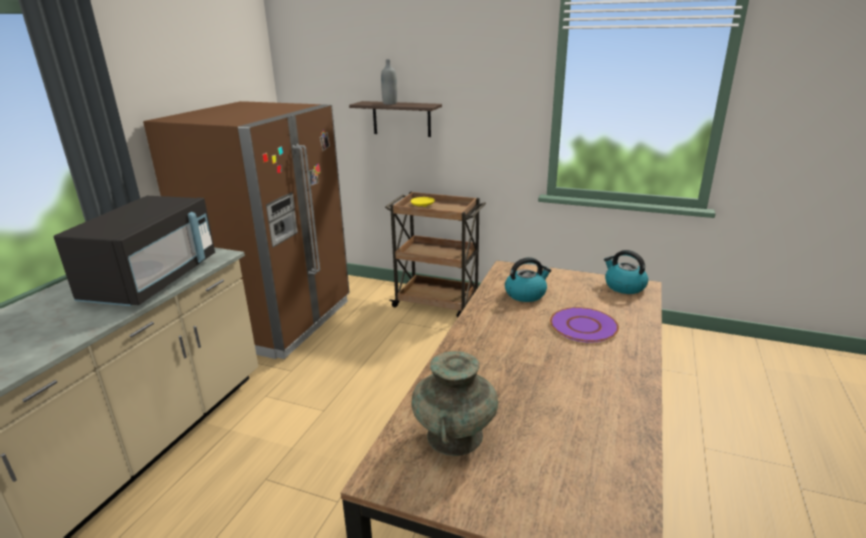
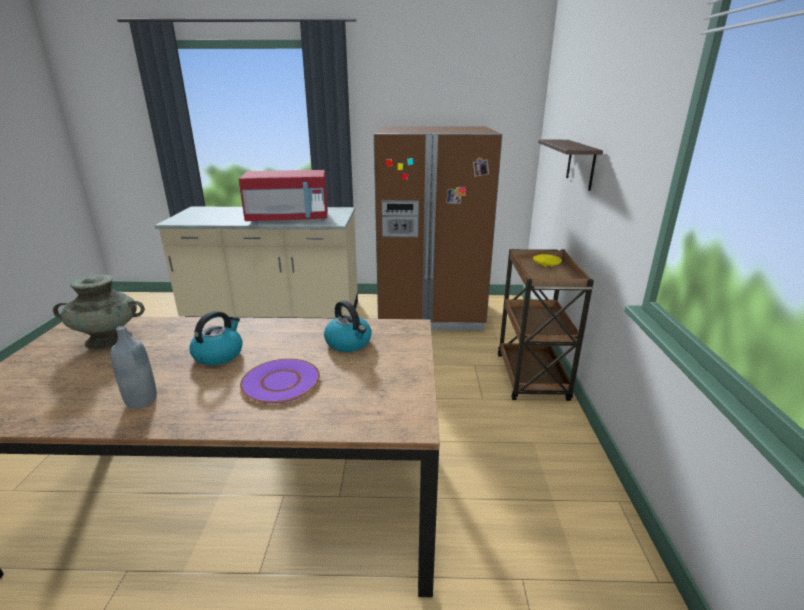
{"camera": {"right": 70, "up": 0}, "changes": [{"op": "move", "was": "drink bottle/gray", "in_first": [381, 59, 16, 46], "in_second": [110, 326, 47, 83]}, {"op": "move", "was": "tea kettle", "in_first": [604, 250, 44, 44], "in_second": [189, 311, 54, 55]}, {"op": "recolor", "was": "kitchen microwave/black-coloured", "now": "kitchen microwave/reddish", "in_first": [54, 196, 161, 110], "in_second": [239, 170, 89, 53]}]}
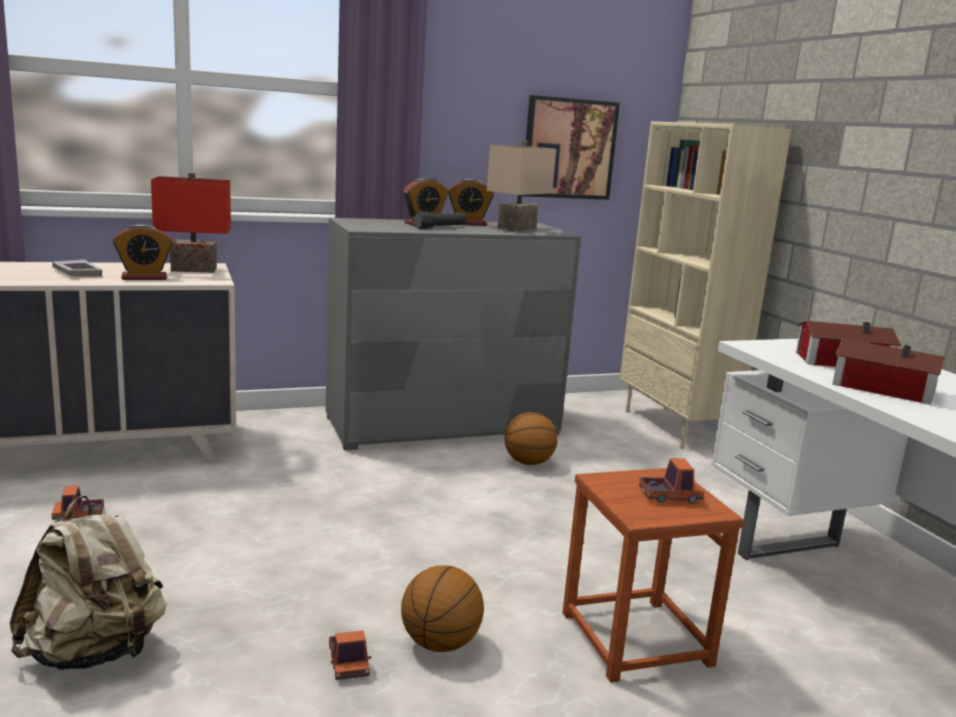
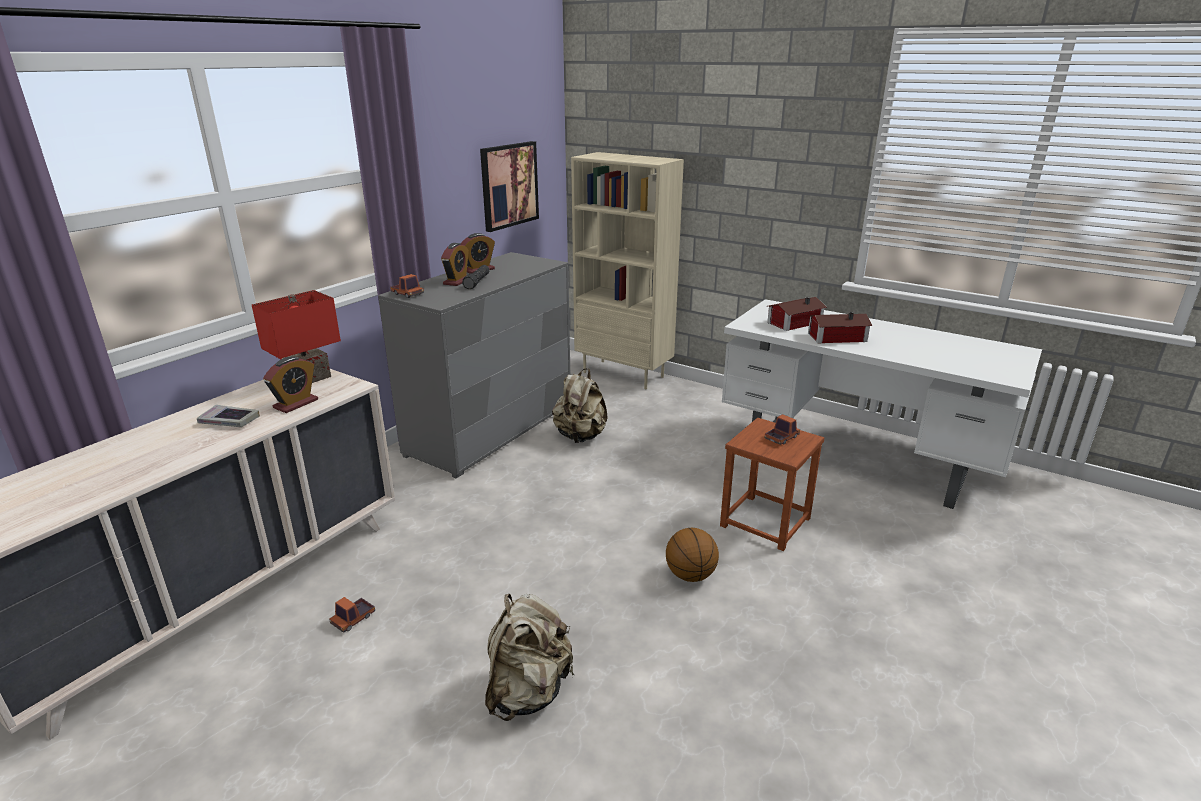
{"camera": {"right": -35, "up": 10}, "changes": [{"op": "move", "was": "toy lorry", "in_first": [329, 630, 42, 50], "in_second": [390, 274, 34, 24]}, {"op": "replace", "was": "basketball ball", "now": "rucksack/beige-coloured", "in_first": [504, 412, 54, 53], "in_second": [552, 368, 55, 75]}, {"op": "delete", "was": "table lamp/beige-coloured", "in_first": [487, 140, 69, 92]}]}
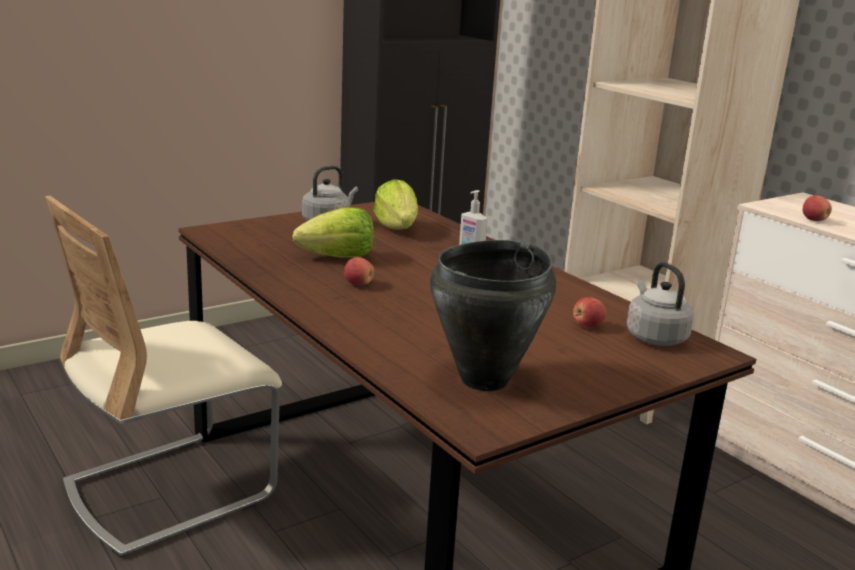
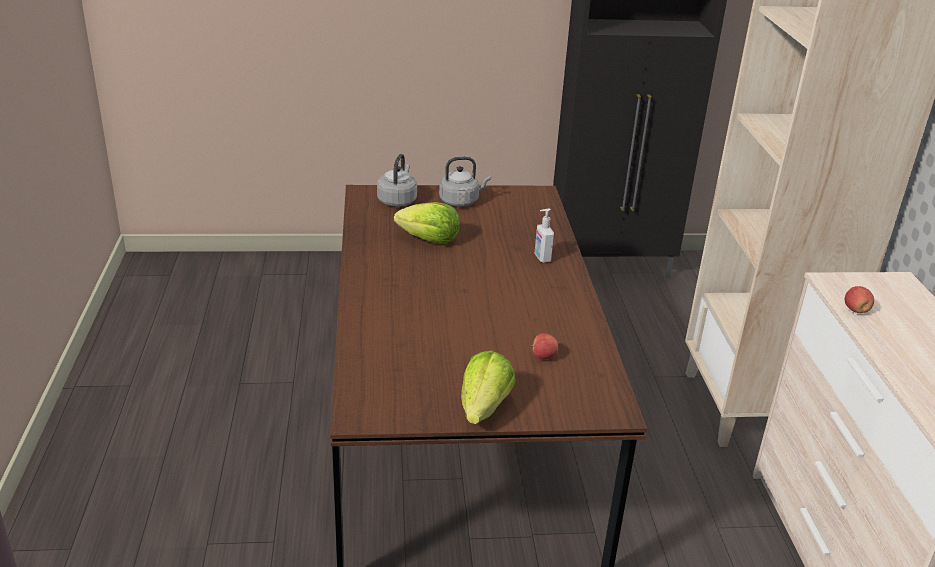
{"camera": {"right": 30, "up": 10}, "changes": [{"op": "move", "was": "tea kettle/gray", "in_first": [627, 262, 67, 84], "in_second": [377, 154, 40, 53]}, {"op": "move", "was": "head of lettuce", "in_first": [373, 179, 45, 50], "in_second": [461, 351, 55, 73]}, {"op": "delete", "was": "chair/beige-coloured", "in_first": [45, 196, 237, 362]}, {"op": "delete", "was": "apple", "in_first": [344, 257, 30, 29]}, {"op": "delete", "was": "saucepot/black-coloured", "in_first": [430, 240, 126, 151]}]}
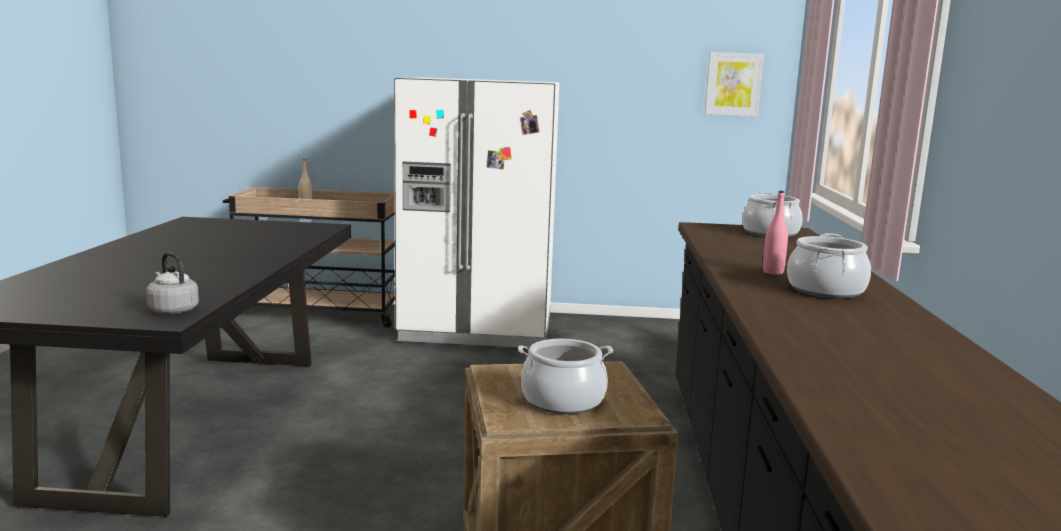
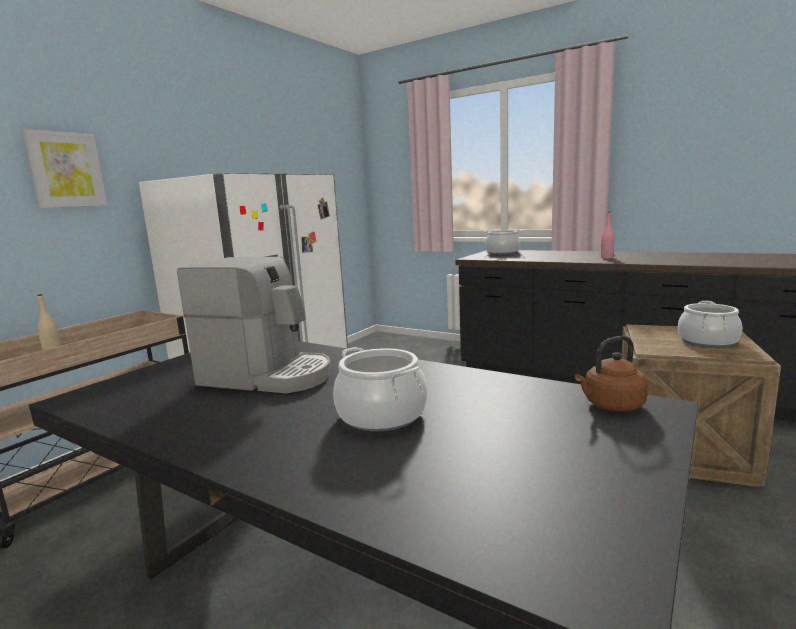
{"camera": {"right": -60, "up": 0}, "changes": [{"op": "move", "was": "picture", "in_first": [704, 52, 60, 64], "in_second": [22, 129, 85, 79]}, {"op": "insert", "now": "coffee maker", "in_second": [177, 257, 154, 136]}, {"op": "move", "was": "saucepot", "in_first": [787, 233, 84, 66], "in_second": [333, 347, 94, 84]}, {"op": "recolor", "was": "tea kettle/gray", "now": "tea kettle/brownish", "in_first": [146, 252, 53, 62], "in_second": [575, 336, 73, 75]}]}
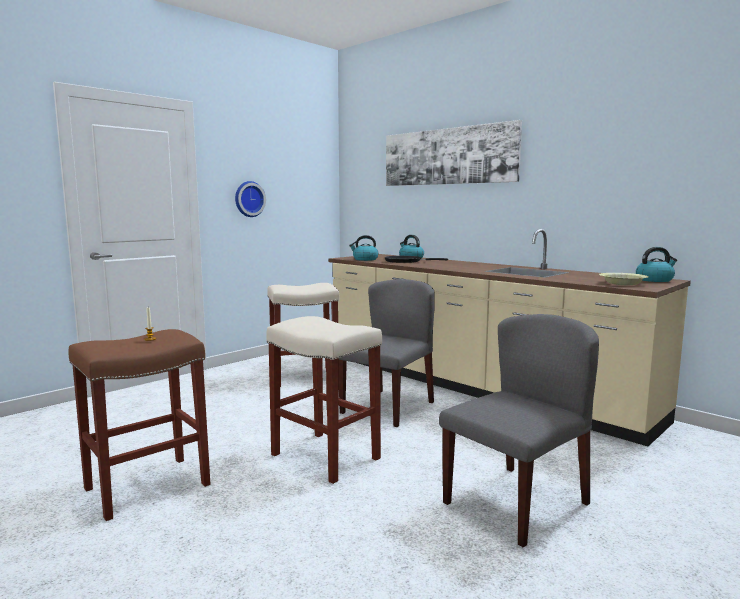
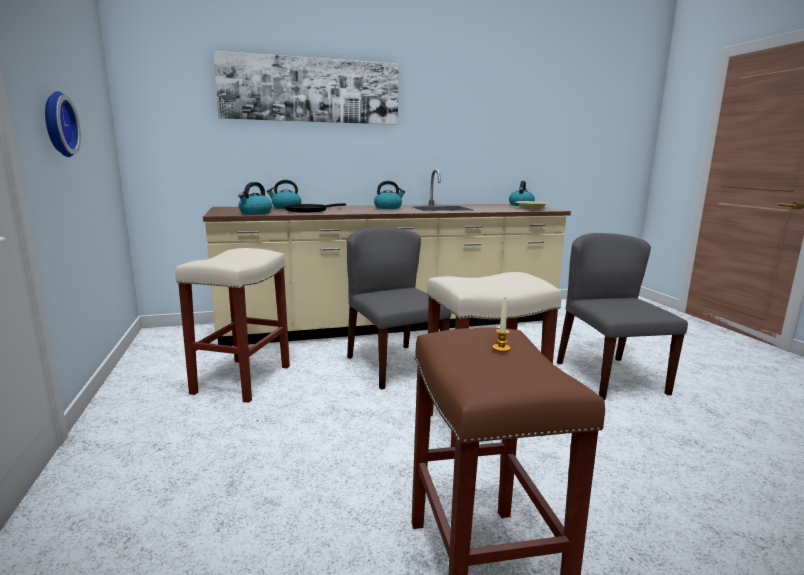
{"camera": {"right": -60, "up": 5}, "changes": [{"op": "insert", "now": "tea kettle", "in_second": [374, 181, 31, 28]}]}
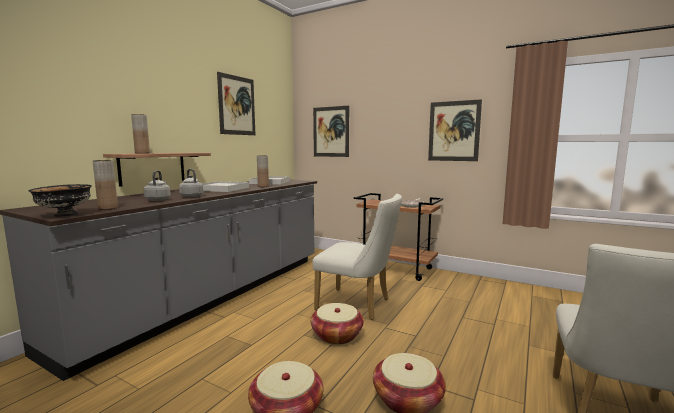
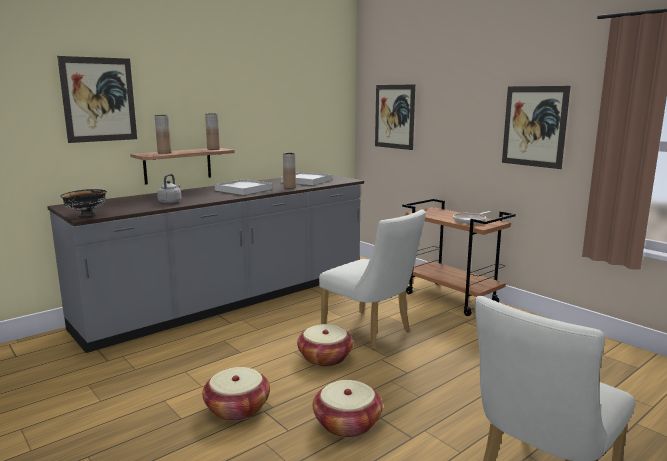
{"camera": {"right": 20, "up": 5}, "changes": [{"op": "move", "was": "picture", "in_first": [217, 72, 38, 63], "in_second": [57, 56, 80, 87]}, {"op": "move", "was": "vase/brownish", "in_first": [93, 160, 25, 50], "in_second": [205, 113, 15, 37]}, {"op": "delete", "was": "tea kettle/gray", "in_first": [179, 169, 24, 28]}]}
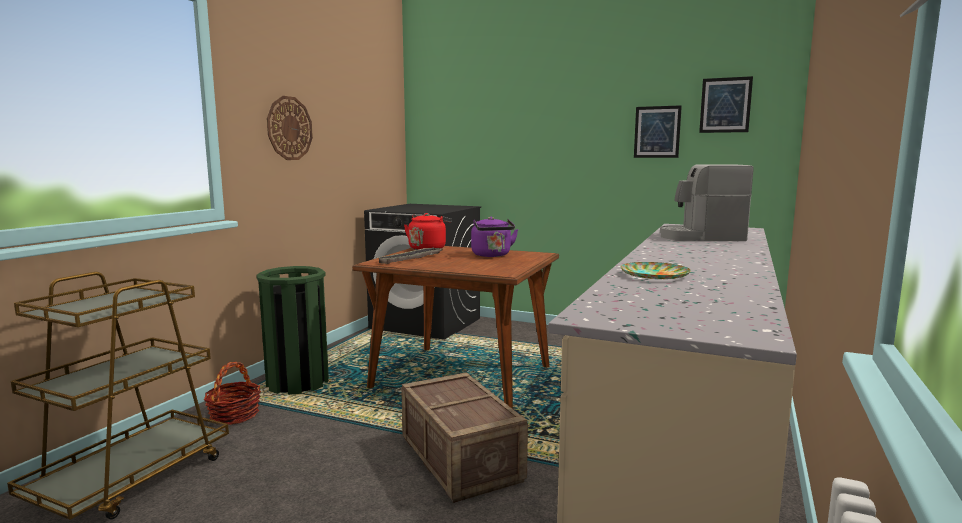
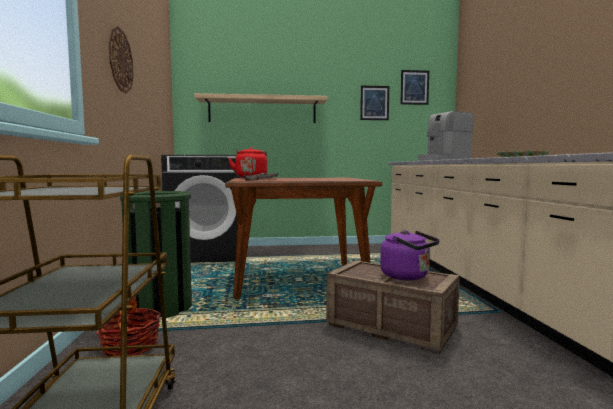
{"camera": {"right": -30, "up": -5}, "changes": [{"op": "insert", "now": "wall shelf", "in_second": [194, 93, 134, 30]}, {"op": "move", "was": "tea kettle/purple", "in_first": [471, 217, 47, 40], "in_second": [380, 230, 60, 50]}]}
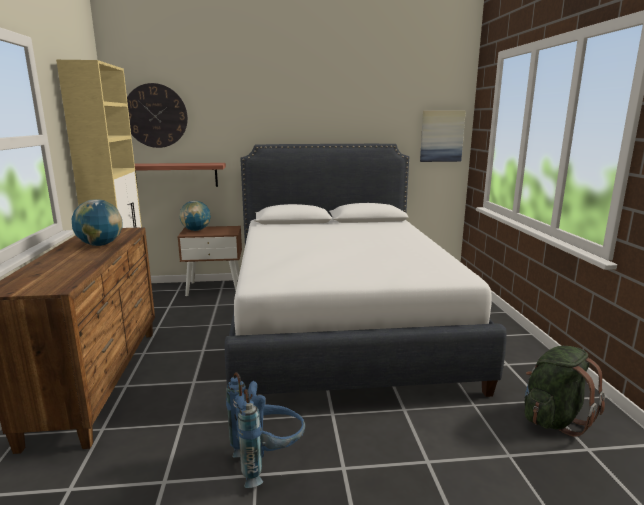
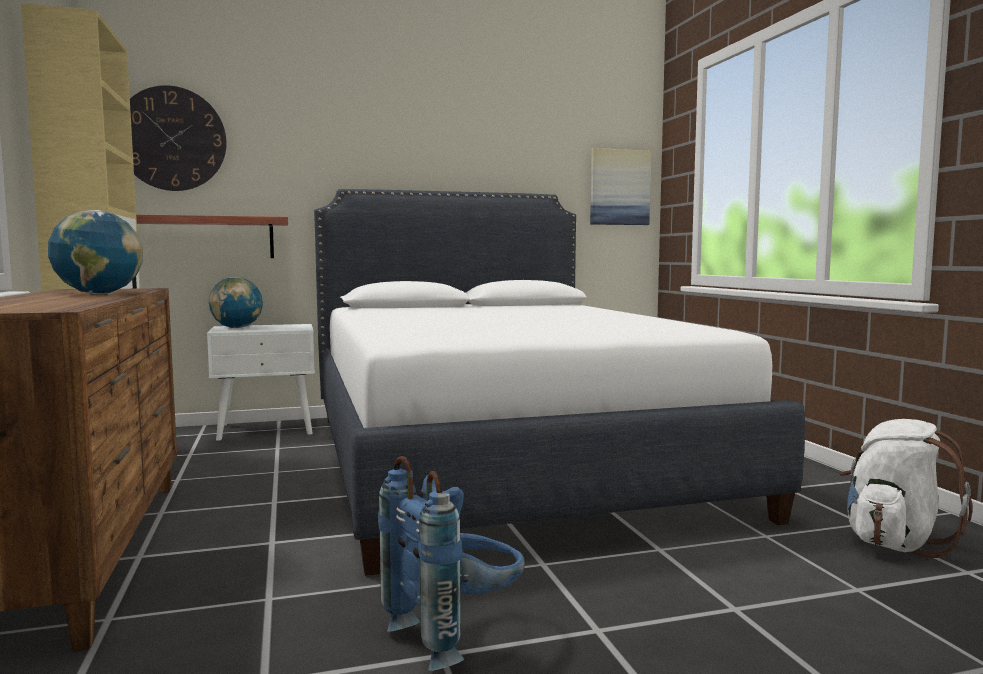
{"camera": {"right": -10, "up": -10}, "changes": [{"op": "recolor", "was": "bedside table/brownish", "now": "bedside table/whitish", "in_first": [177, 226, 65, 70], "in_second": [207, 324, 108, 117]}, {"op": "recolor", "was": "rucksack/greenish", "now": "rucksack/whitish", "in_first": [524, 346, 81, 91], "in_second": [839, 419, 134, 139]}]}
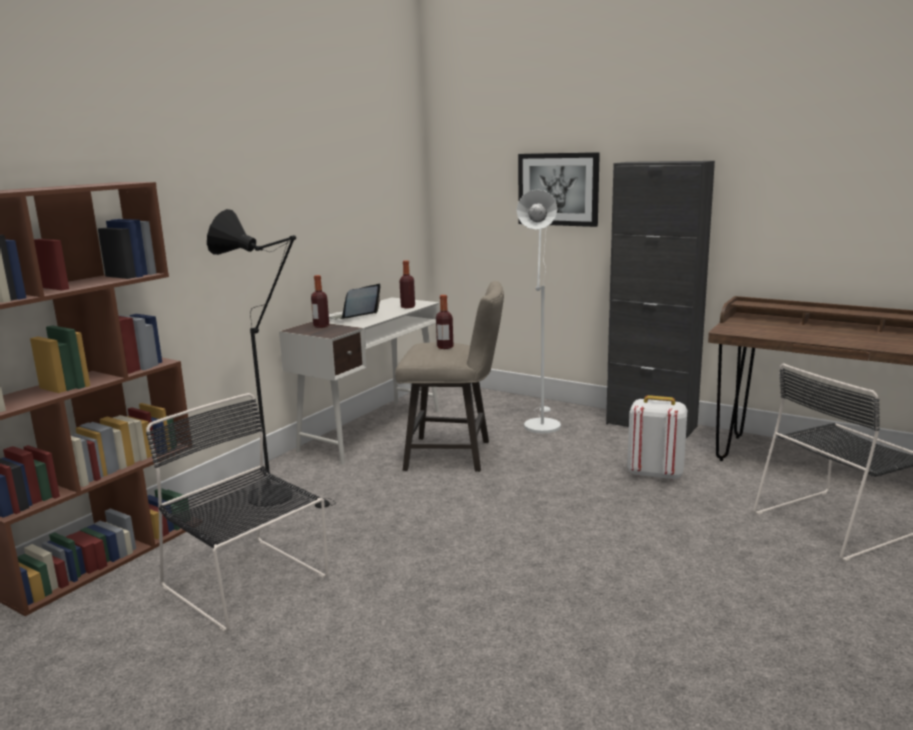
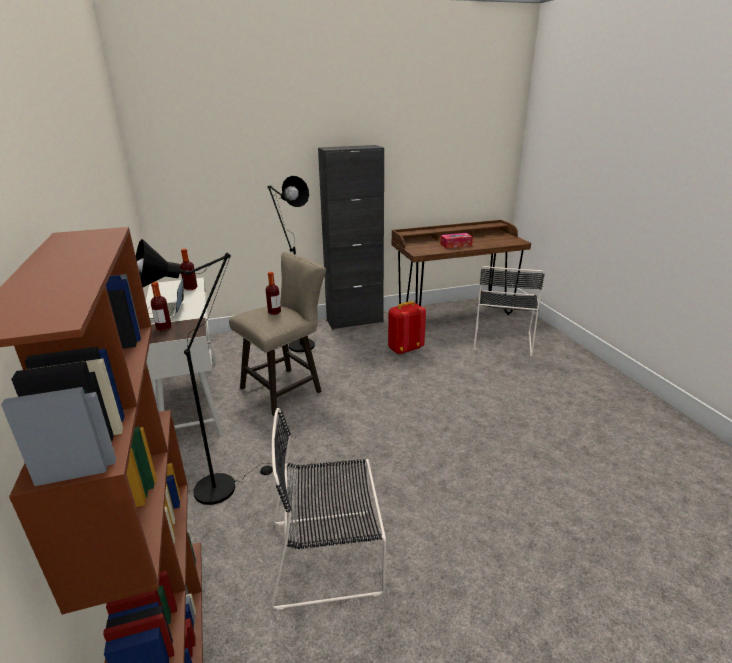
{"camera": {"right": -50, "up": 10}, "changes": [{"op": "recolor", "was": "standing lamp/whitish", "now": "standing lamp/black-coloured", "in_first": [517, 189, 44, 244], "in_second": [267, 176, 48, 176]}, {"op": "recolor", "was": "rucksack/whitish", "now": "rucksack/reddish", "in_first": [627, 395, 61, 86], "in_second": [388, 301, 38, 54]}, {"op": "insert", "now": "tissue holder", "in_second": [440, 233, 33, 15]}, {"op": "delete", "was": "picture", "in_first": [518, 152, 82, 75]}]}
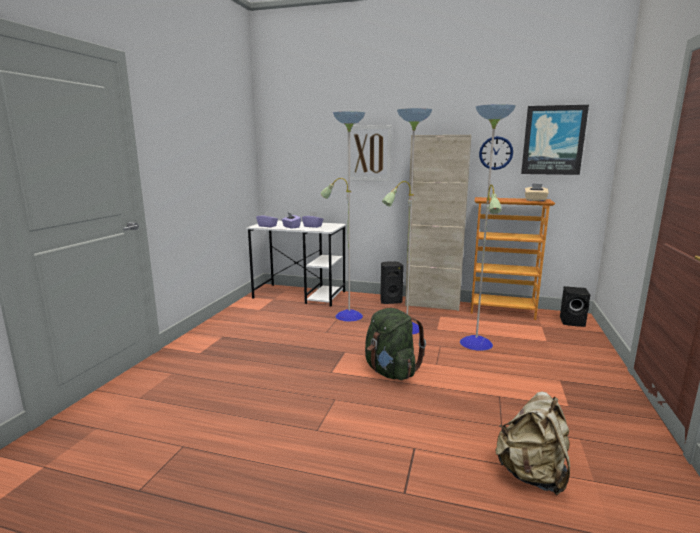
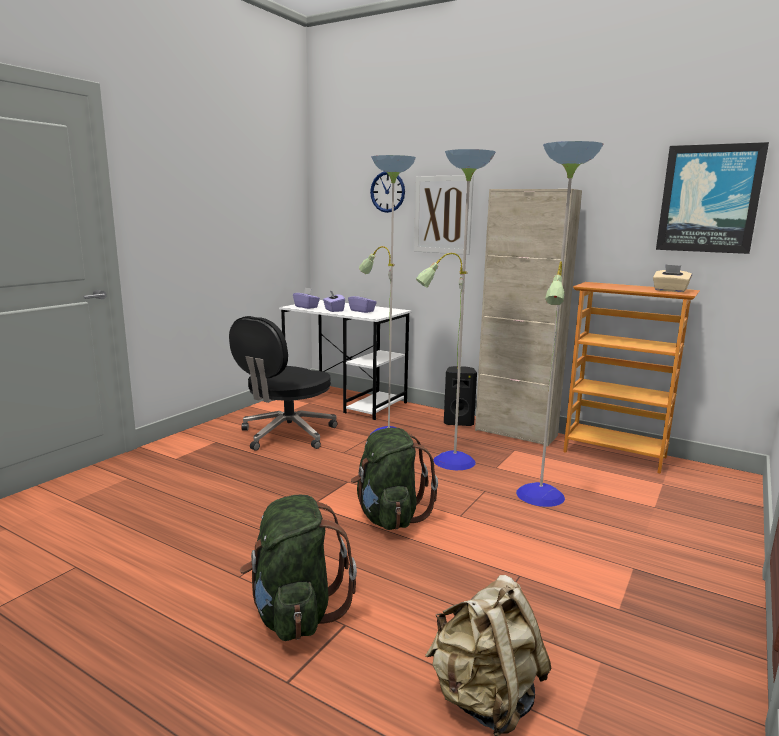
{"camera": {"right": 15, "up": 0}, "changes": [{"op": "insert", "now": "computer chair/black-coloured", "in_second": [229, 316, 108, 135]}, {"op": "insert", "now": "rucksack/greenish", "in_second": [240, 495, 117, 146]}, {"op": "move", "was": "hanging clock", "in_first": [479, 136, 34, 34], "in_second": [370, 172, 35, 41]}, {"op": "delete", "was": "audio speaker/black-coloured", "in_first": [560, 286, 30, 41]}]}
